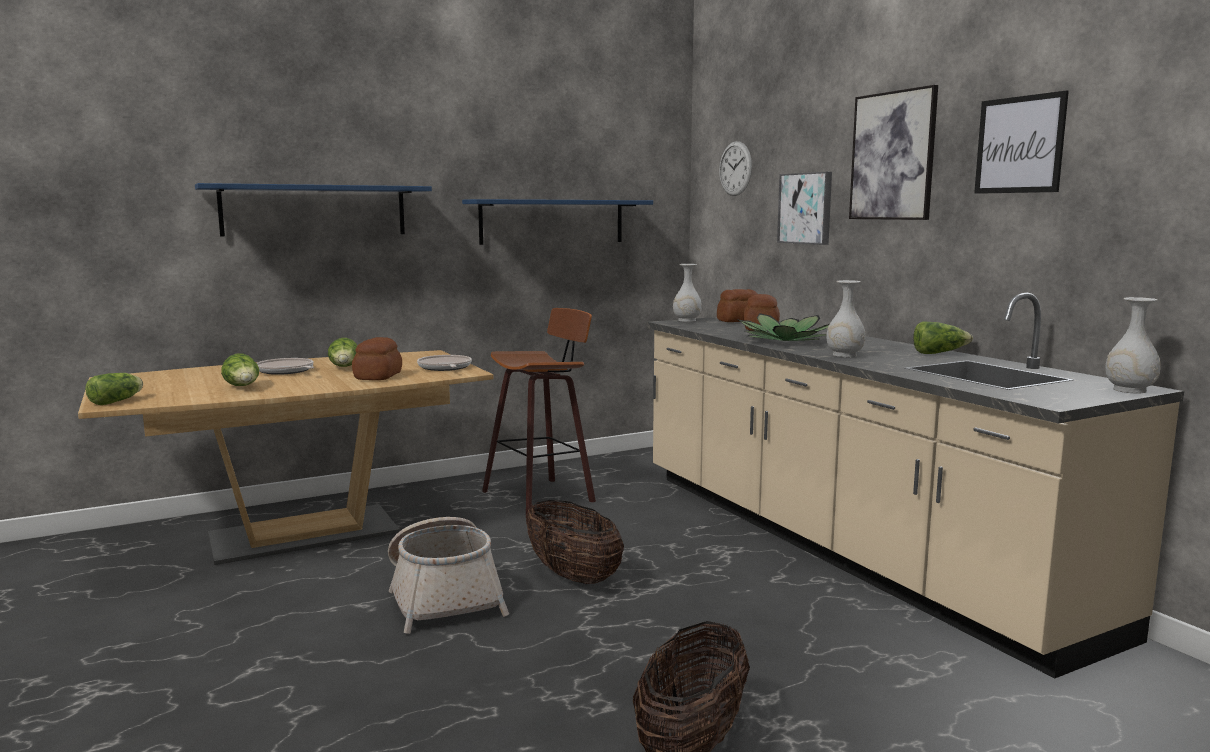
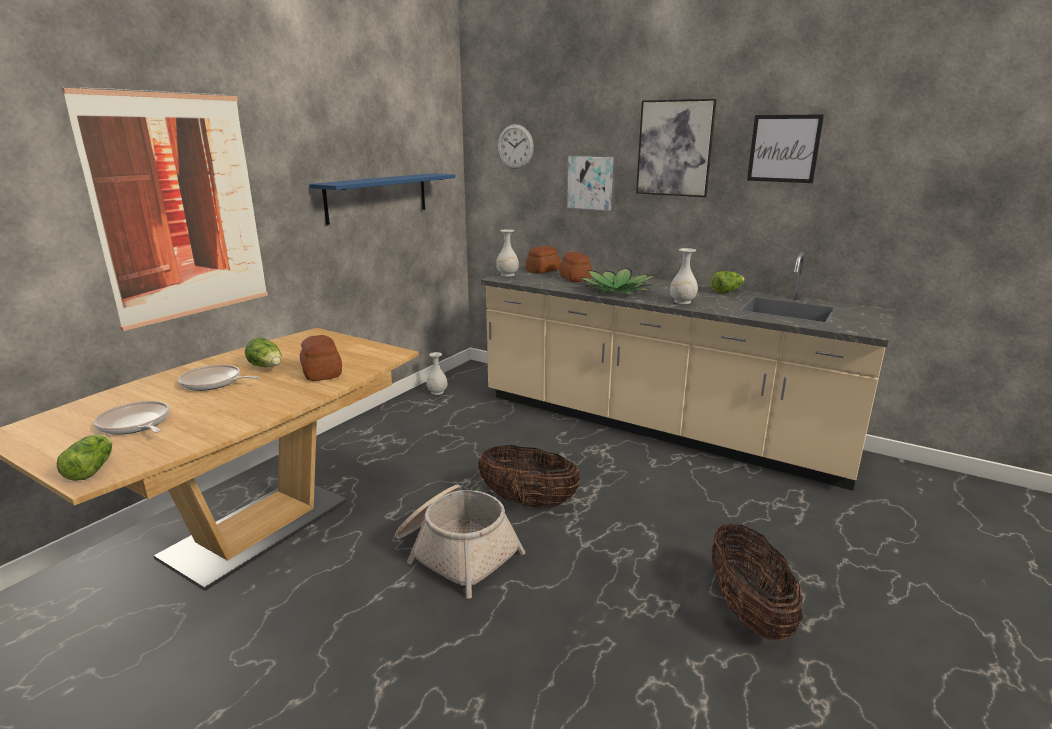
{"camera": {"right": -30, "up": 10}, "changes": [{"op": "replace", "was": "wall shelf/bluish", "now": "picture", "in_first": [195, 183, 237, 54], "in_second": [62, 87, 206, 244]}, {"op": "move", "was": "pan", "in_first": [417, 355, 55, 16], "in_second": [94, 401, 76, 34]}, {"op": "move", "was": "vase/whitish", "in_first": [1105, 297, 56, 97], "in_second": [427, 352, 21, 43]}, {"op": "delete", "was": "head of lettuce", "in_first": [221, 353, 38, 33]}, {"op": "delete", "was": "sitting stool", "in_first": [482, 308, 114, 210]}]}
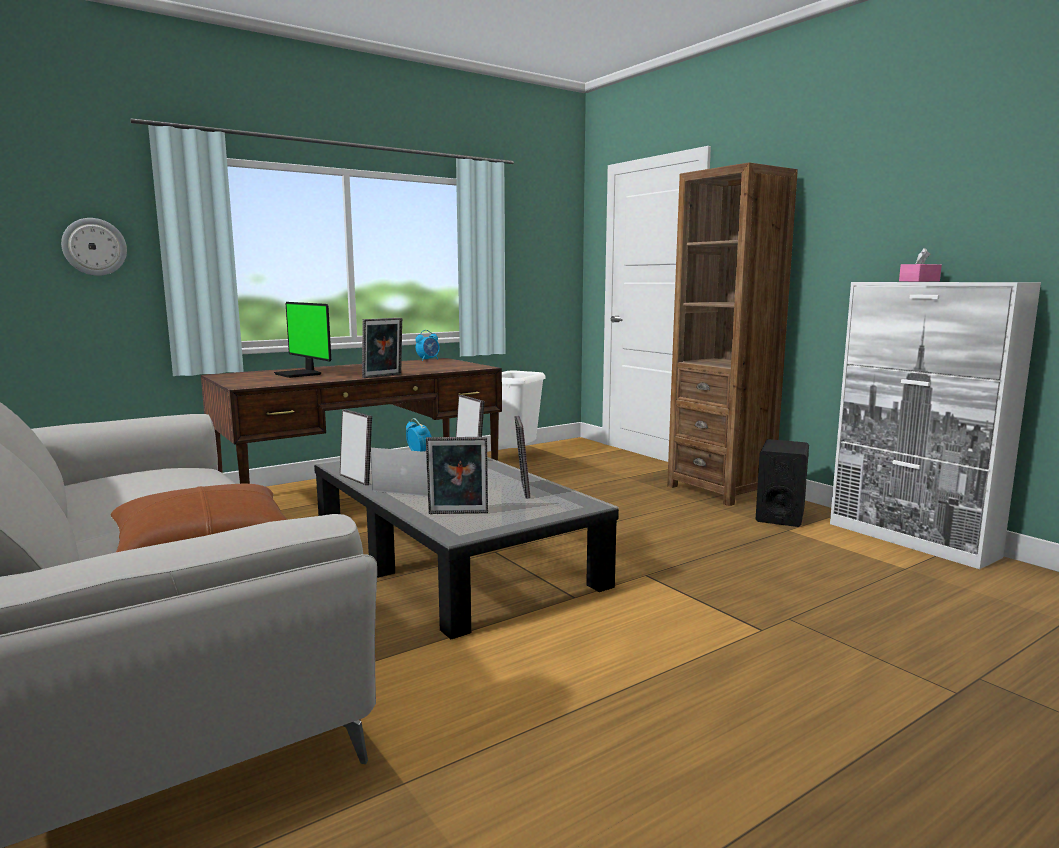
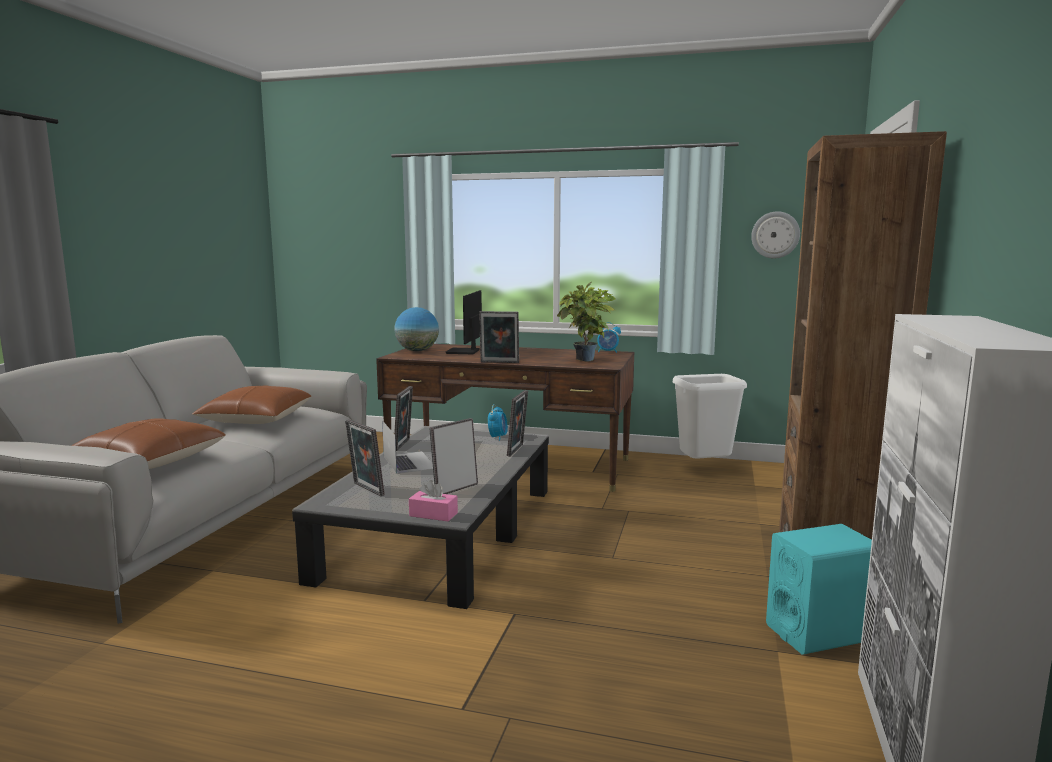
{"camera": {"right": 50, "up": 0}, "changes": [{"op": "insert", "now": "pillow/brownish", "in_second": [192, 385, 119, 39]}, {"op": "insert", "now": "world globe", "in_second": [394, 307, 45, 45]}, {"op": "move", "was": "tissue holder/pinkish", "in_first": [899, 248, 43, 34], "in_second": [409, 480, 49, 41]}, {"op": "insert", "now": "potted plant", "in_second": [557, 282, 58, 79]}, {"op": "move", "was": "hanging clock", "in_first": [61, 218, 66, 58], "in_second": [751, 211, 49, 48]}, {"op": "recolor", "was": "audio speaker/black-coloured", "now": "audio speaker/blue-green", "in_first": [756, 439, 53, 88], "in_second": [766, 524, 106, 131]}]}
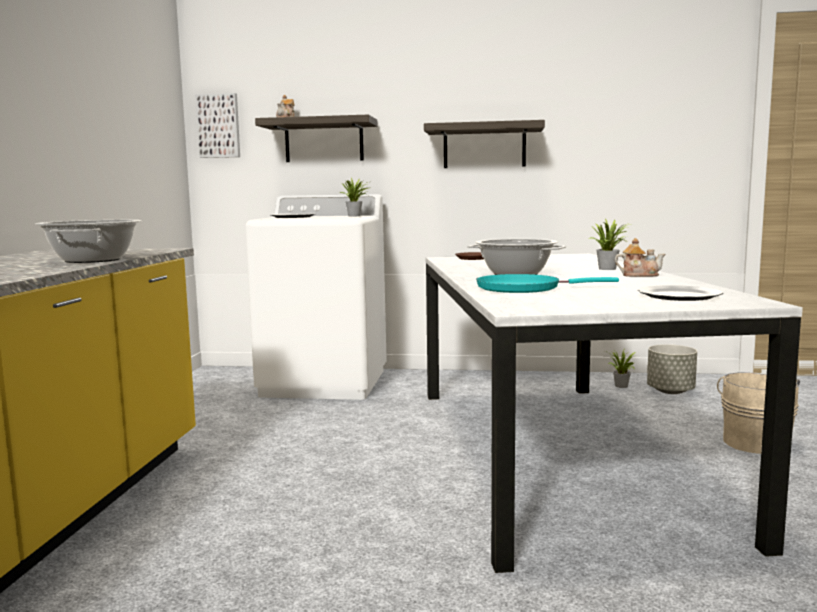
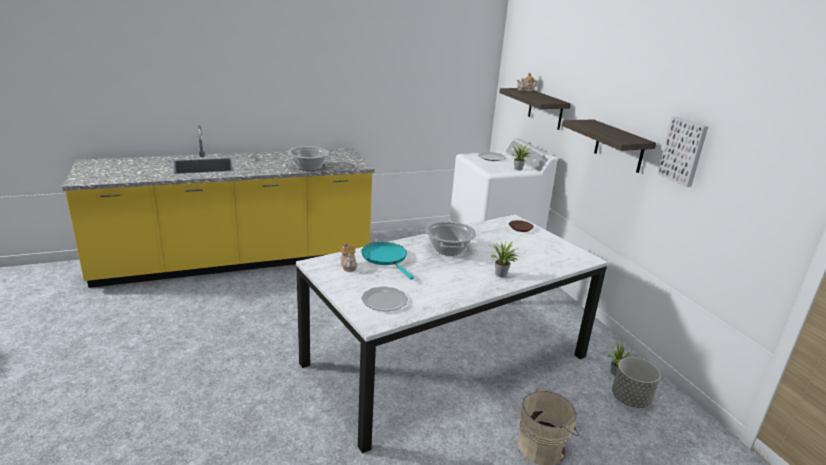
{"camera": {"right": 60, "up": 15}, "changes": [{"op": "move", "was": "teapot", "in_first": [615, 238, 51, 39], "in_second": [341, 242, 16, 30]}, {"op": "move", "was": "picture", "in_first": [195, 93, 45, 65], "in_second": [658, 117, 51, 70]}]}
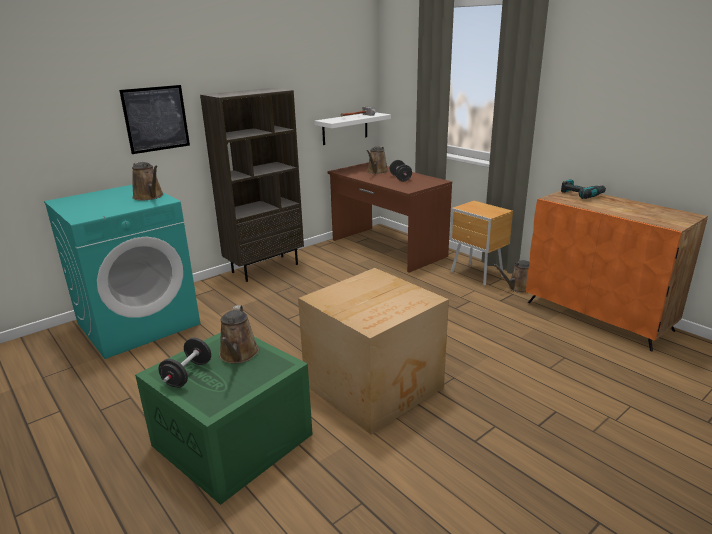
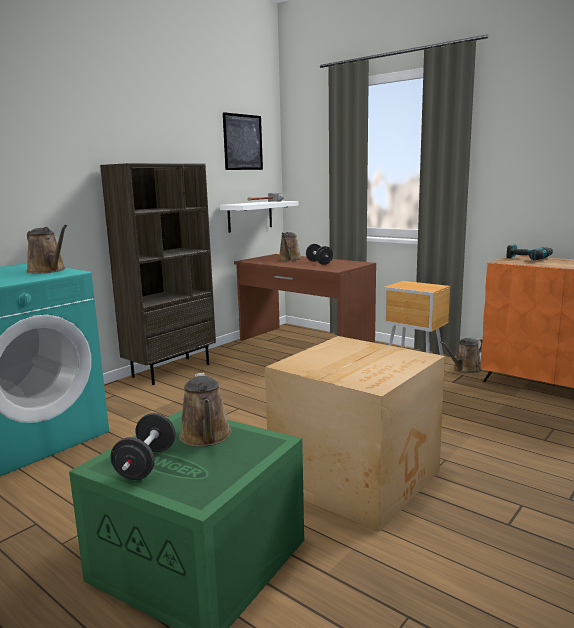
{"camera": {"right": -10, "up": -10}, "changes": [{"op": "move", "was": "picture", "in_first": [119, 85, 71, 69], "in_second": [223, 112, 40, 58]}]}
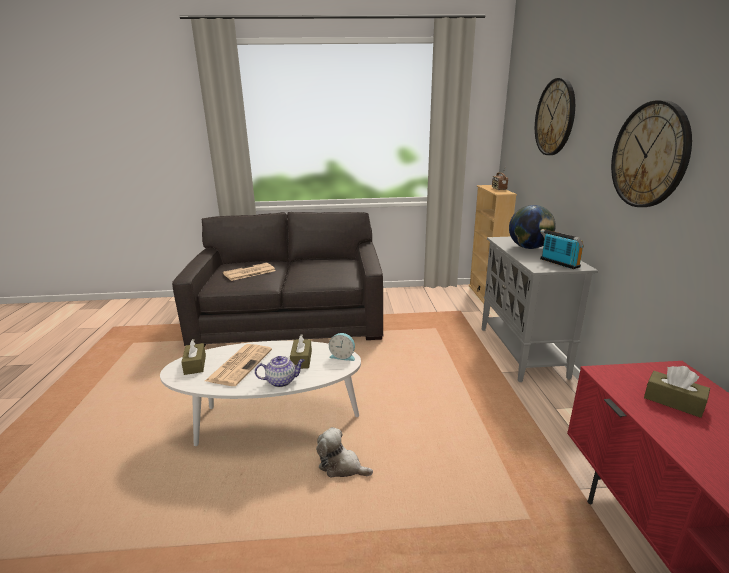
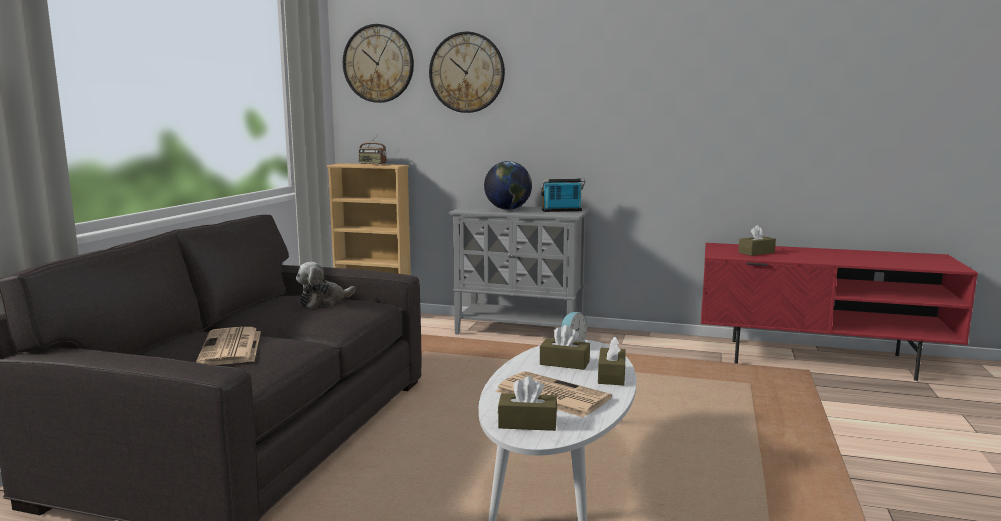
{"camera": {"right": -70, "up": -10}, "changes": [{"op": "move", "was": "soft toy", "in_first": [316, 427, 57, 51], "in_second": [296, 262, 59, 46]}, {"op": "move", "was": "hanging clock", "in_first": [611, 100, 81, 107], "in_second": [343, 24, 71, 79]}, {"op": "replace", "was": "teapot", "now": "tissue holder/brownish", "in_first": [255, 356, 50, 31], "in_second": [598, 337, 28, 49]}]}
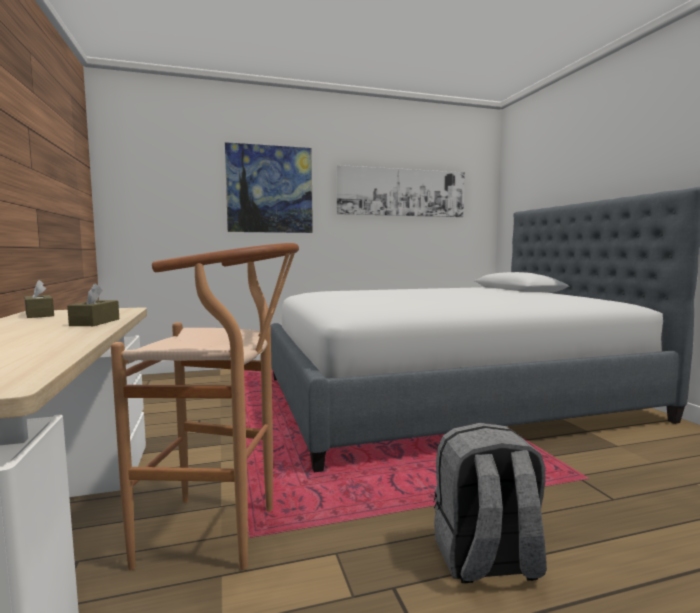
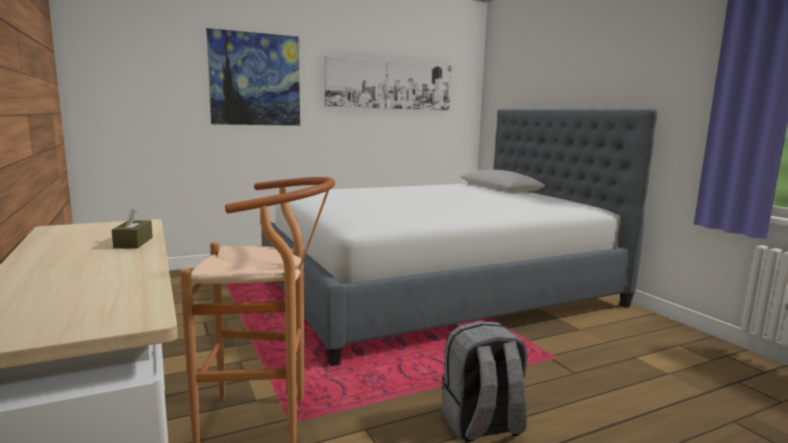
{"camera": {"right": -10, "up": 5}, "changes": [{"op": "delete", "was": "tissue holder/brownish", "in_first": [24, 280, 30, 38]}]}
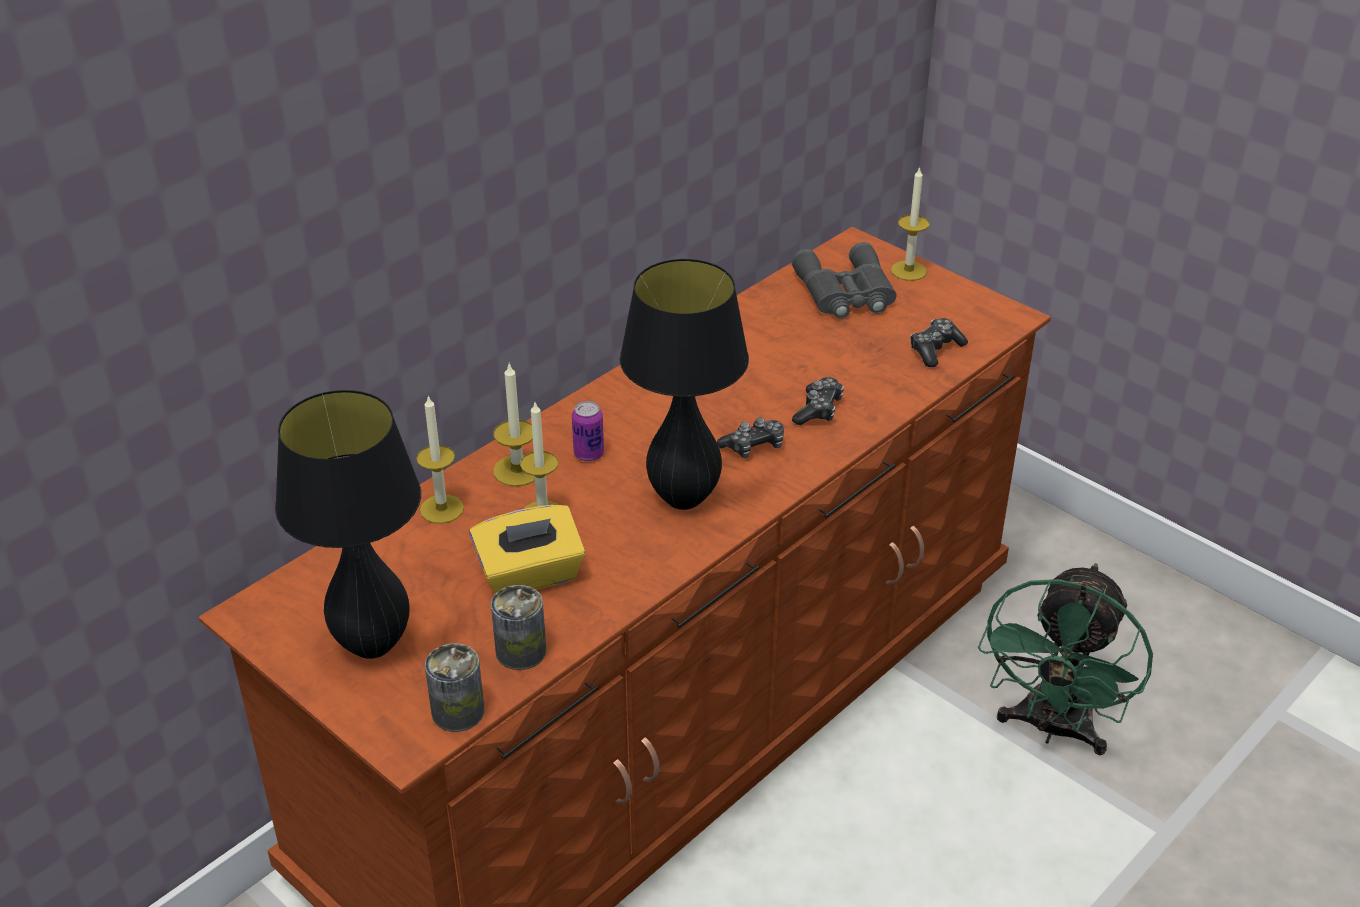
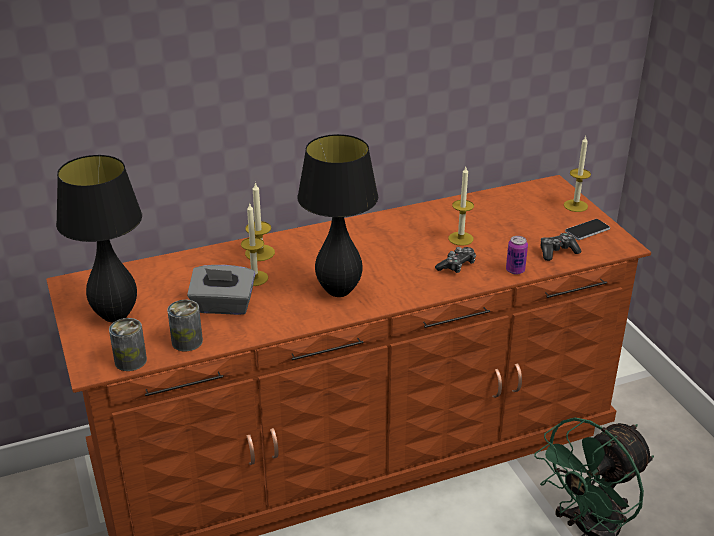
{"camera": {"right": 25, "up": -5}, "changes": [{"op": "recolor", "was": "tissue holder/yellow-coloured", "now": "tissue holder/gray", "in_first": [469, 505, 116, 89], "in_second": [187, 265, 68, 50]}, {"op": "move", "was": "wax candle", "in_first": [416, 395, 48, 129], "in_second": [448, 167, 26, 79]}, {"op": "move", "was": "sealed can", "in_first": [572, 401, 32, 60], "in_second": [506, 236, 22, 39]}, {"op": "insert", "now": "phone", "in_second": [565, 219, 45, 21]}, {"op": "delete", "was": "joypad", "in_first": [717, 417, 67, 41]}, {"op": "delete", "was": "pair of binoculars/gray", "in_first": [792, 242, 104, 77]}]}
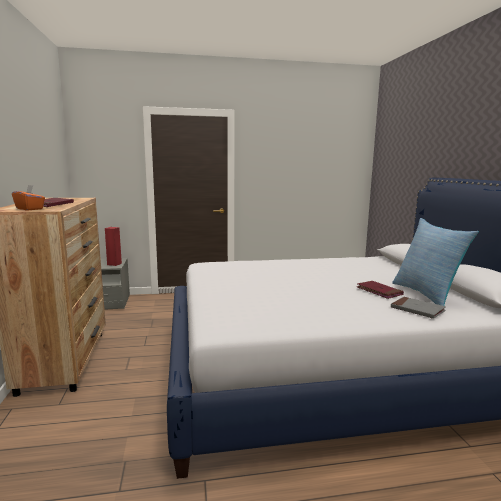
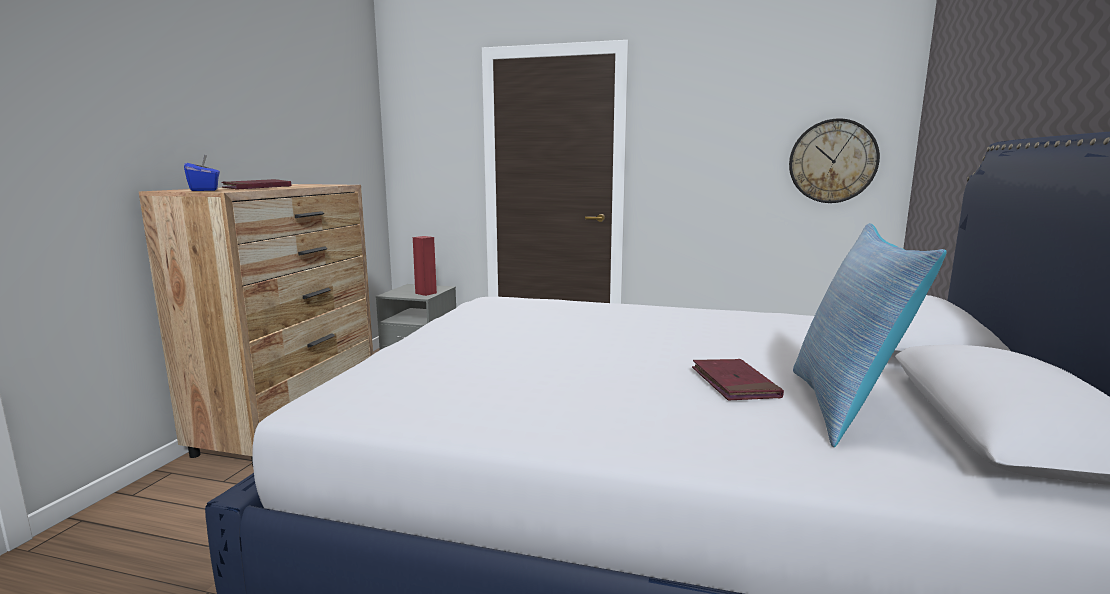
{"camera": {"right": 25, "up": 0}, "changes": [{"op": "recolor", "was": "tissue holder/orange-coloured", "now": "tissue holder/bluish", "in_first": [12, 185, 33, 25], "in_second": [184, 155, 36, 36]}, {"op": "insert", "now": "hanging clock", "in_second": [789, 118, 91, 85]}, {"op": "delete", "was": "book/gray", "in_first": [391, 297, 55, 22]}]}
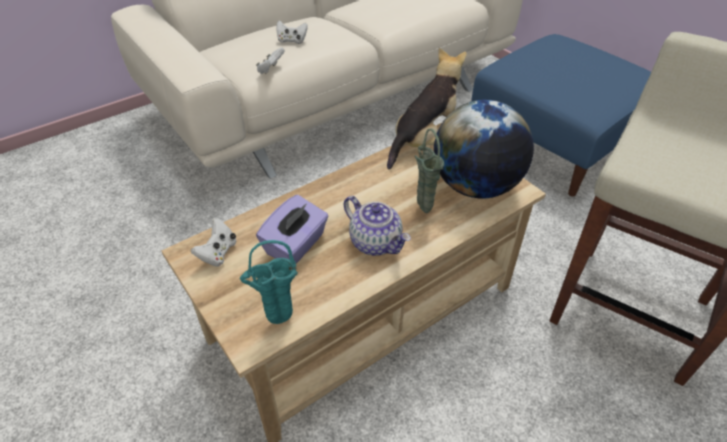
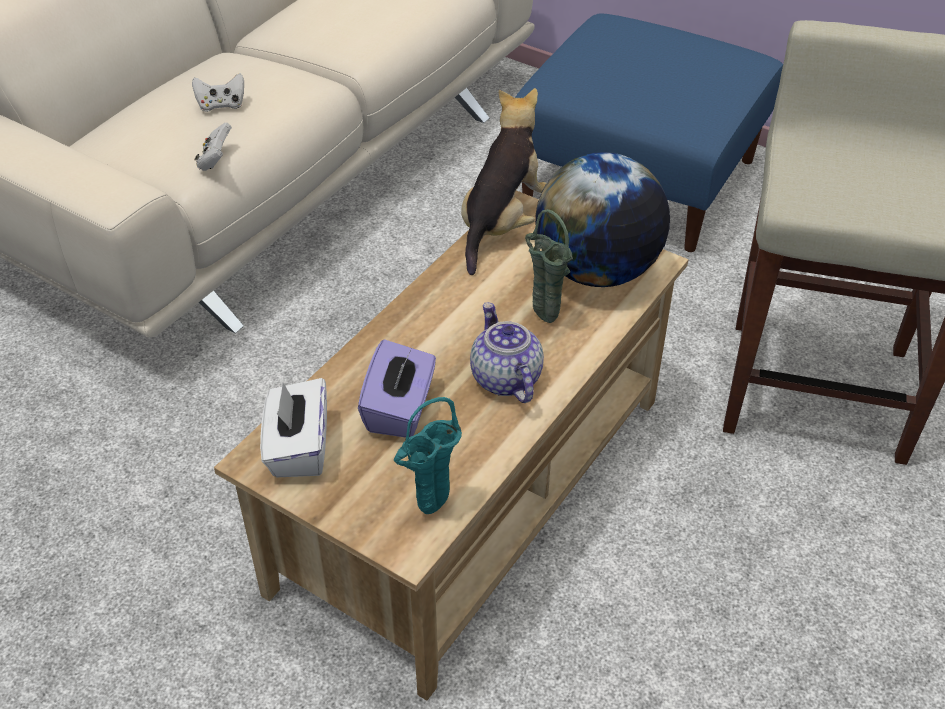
{"camera": {"right": -20, "up": 0}, "changes": [{"op": "replace", "was": "joypad/whitish", "now": "tissue holder/whitish", "in_first": [191, 218, 45, 48], "in_second": [260, 378, 67, 99]}, {"op": "rotate", "was": "teapot", "in_first": [344, 196, 67, 60], "in_second": [470, 302, 74, 101], "clockwise": -135}]}
